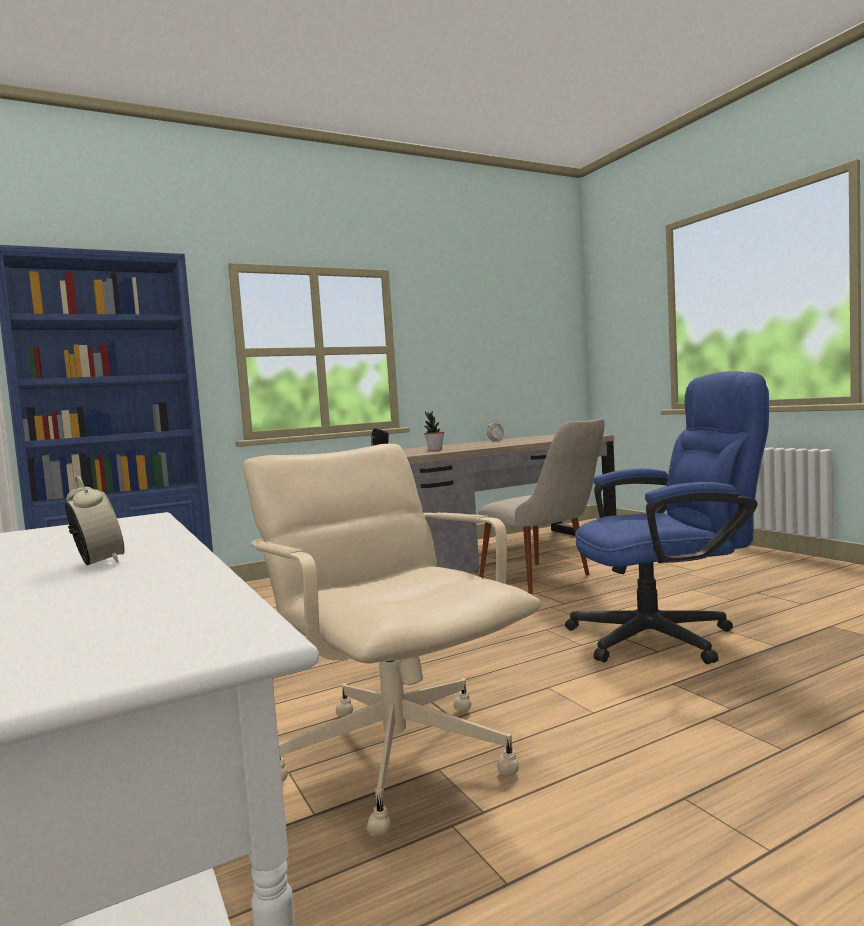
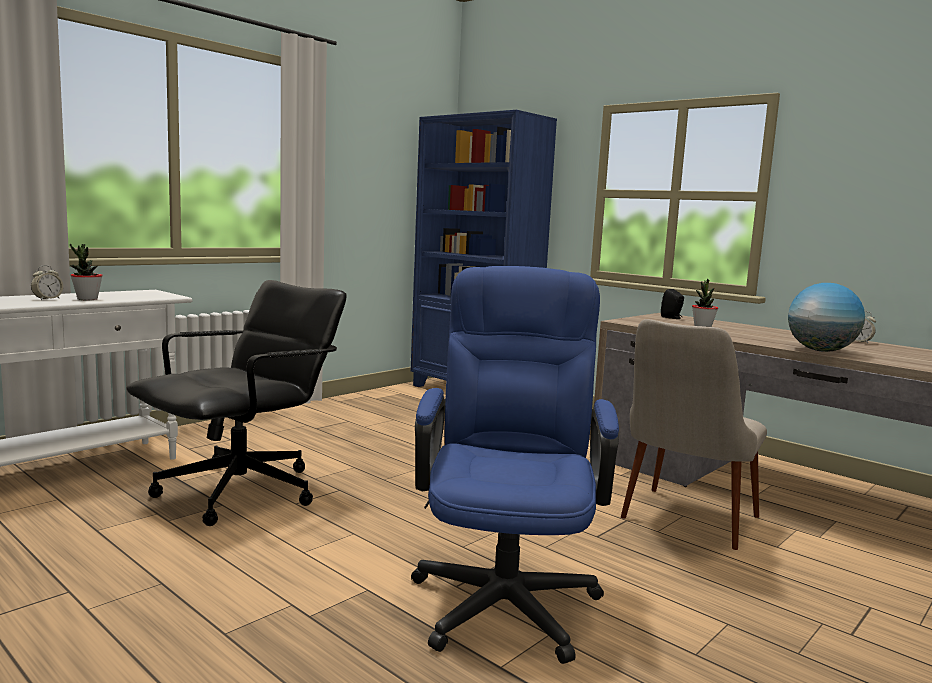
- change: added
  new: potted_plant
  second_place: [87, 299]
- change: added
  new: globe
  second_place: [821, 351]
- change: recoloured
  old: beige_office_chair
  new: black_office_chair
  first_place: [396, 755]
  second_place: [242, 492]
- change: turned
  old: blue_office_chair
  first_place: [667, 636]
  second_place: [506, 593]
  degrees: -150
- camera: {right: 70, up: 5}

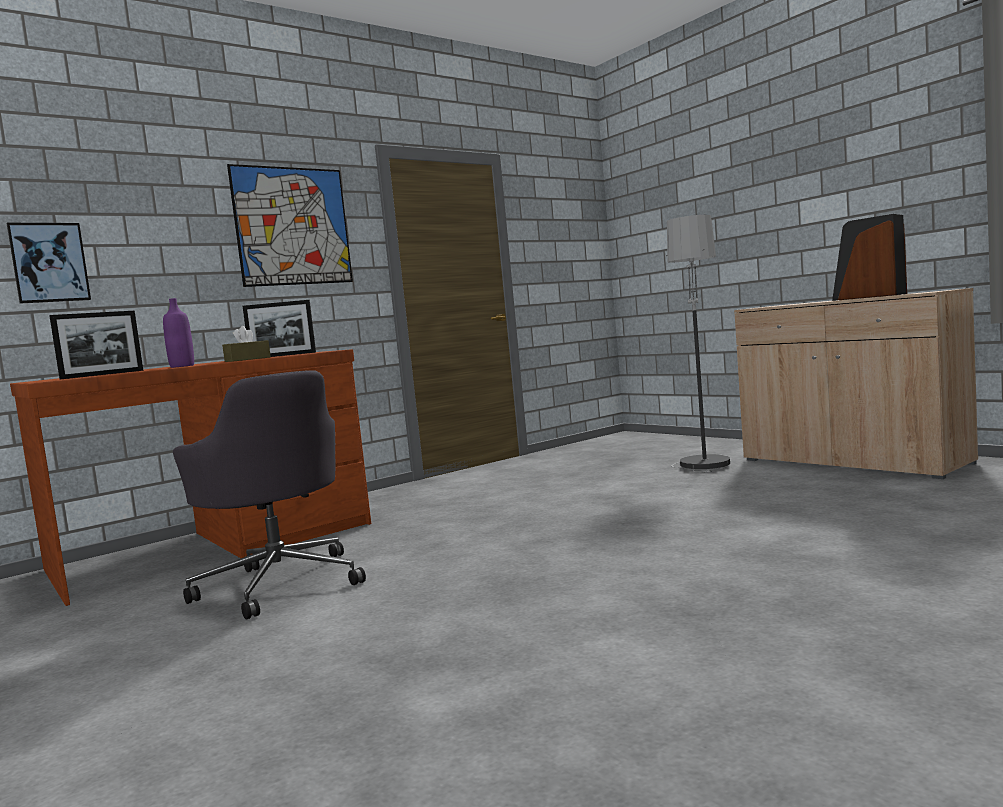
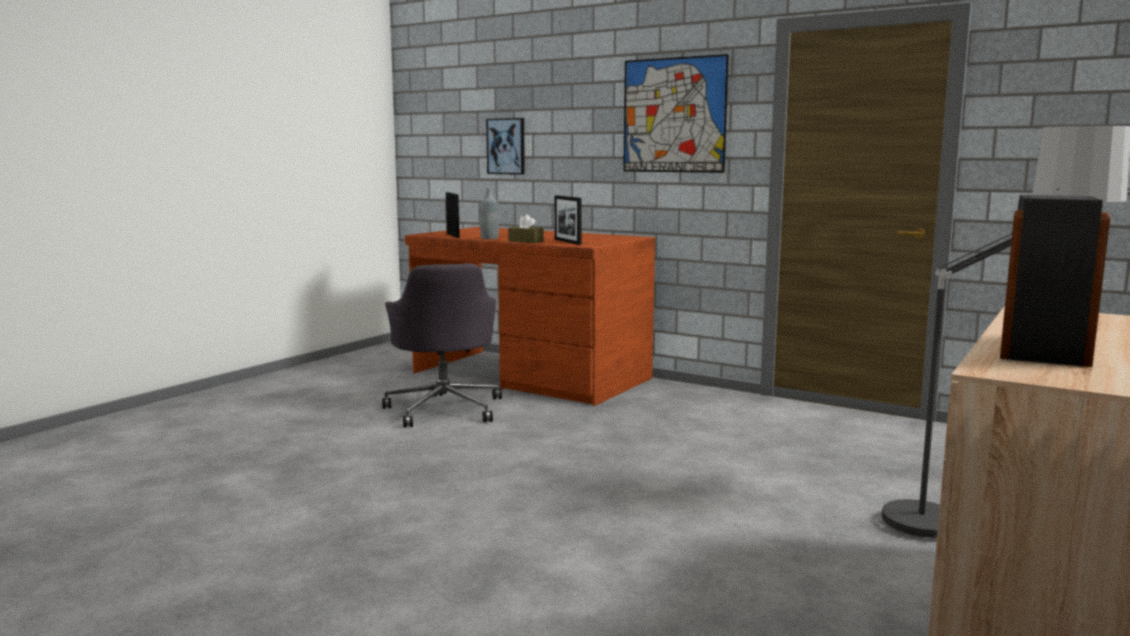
- change: recoloured
  old: purple_bottle
  new: grey_bottle
  first_place: [182, 366]
  second_place: [489, 238]
- change: turned
  old: picture_frame
  first_place: [102, 374]
  second_place: [452, 235]
  degrees: -135
- change: turned
  old: grey_office_chair
  first_place: [280, 583]
  second_place: [445, 409]
  degrees: -45
- camera: {right: 70, up: 5}

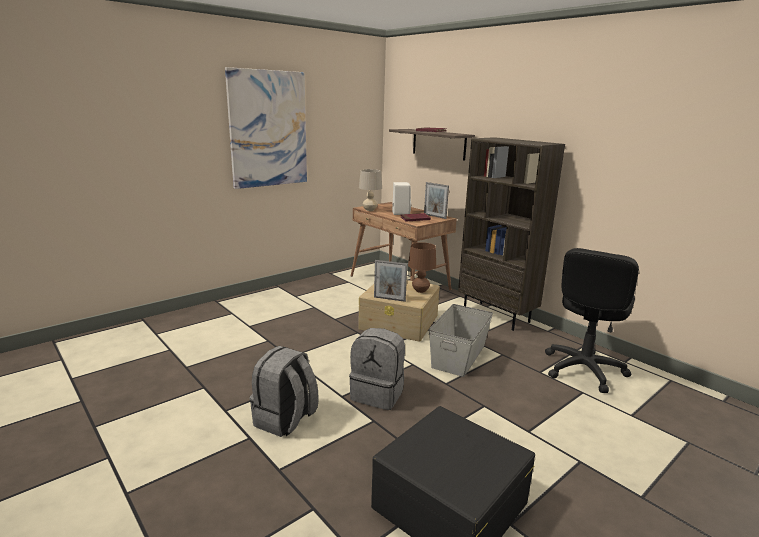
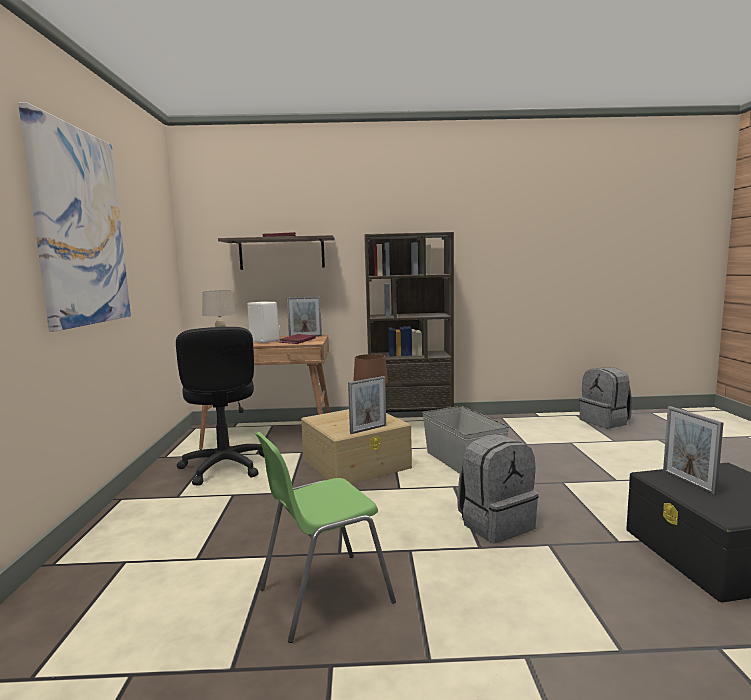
- change: added
  new: green_chair
  second_place: [323, 595]
- change: added
  new: picture_frame
  second_place: [688, 482]
- change: moved
  old: grey_backpack
  first_place: [285, 420]
  second_place: [605, 422]
- change: moved
  old: black_office_chair
  first_place: [583, 369]
  second_place: [224, 467]
- camera: {right: -50, up: -10}

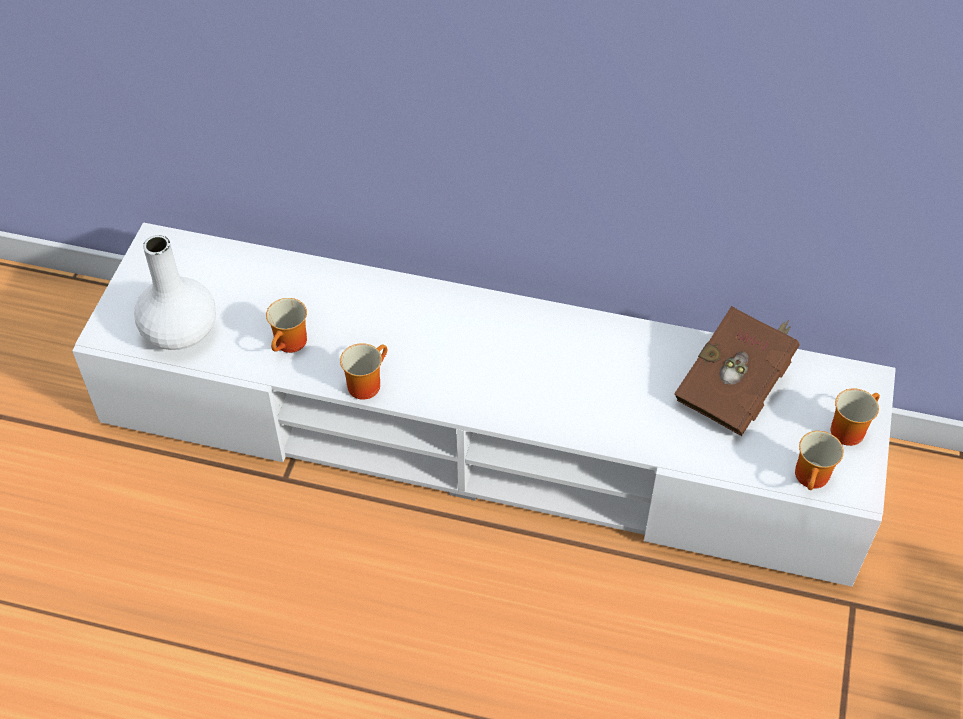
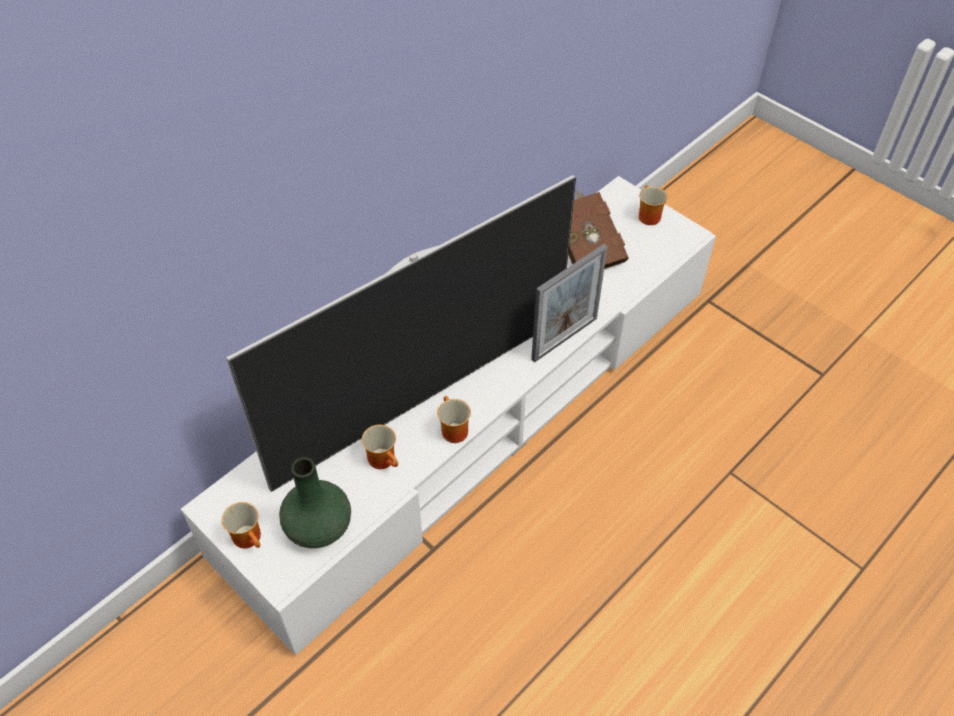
- change: added
  new: television
  second_place: [422, 398]
- change: added
  new: picture_frame
  second_place: [564, 339]
- change: moved
  old: mug
  first_place: [813, 478]
  second_place: [250, 537]
- change: recoloured
  old: white_vase
  new: green_vase
  first_place: [179, 331]
  second_place: [317, 526]
- camera: {right: -60, up: 0}

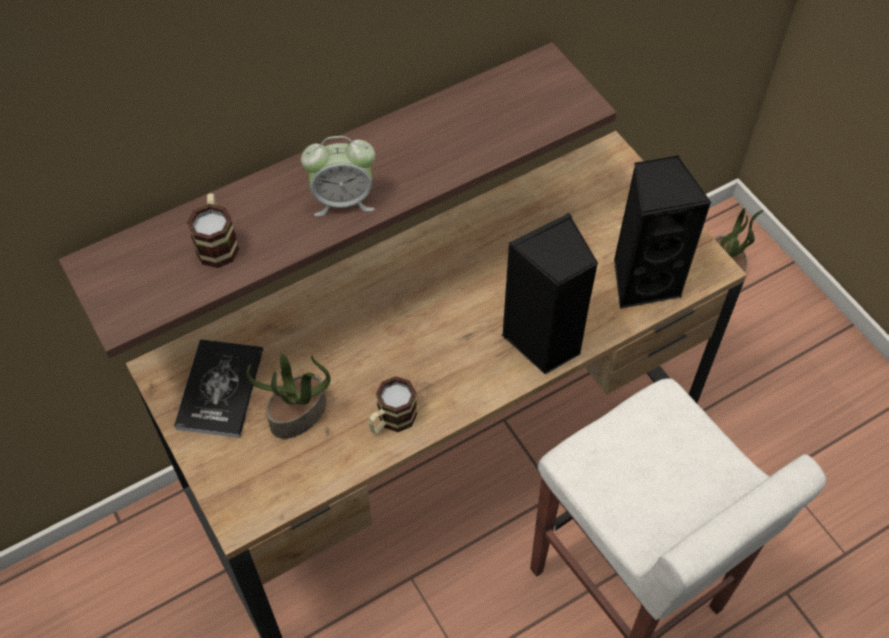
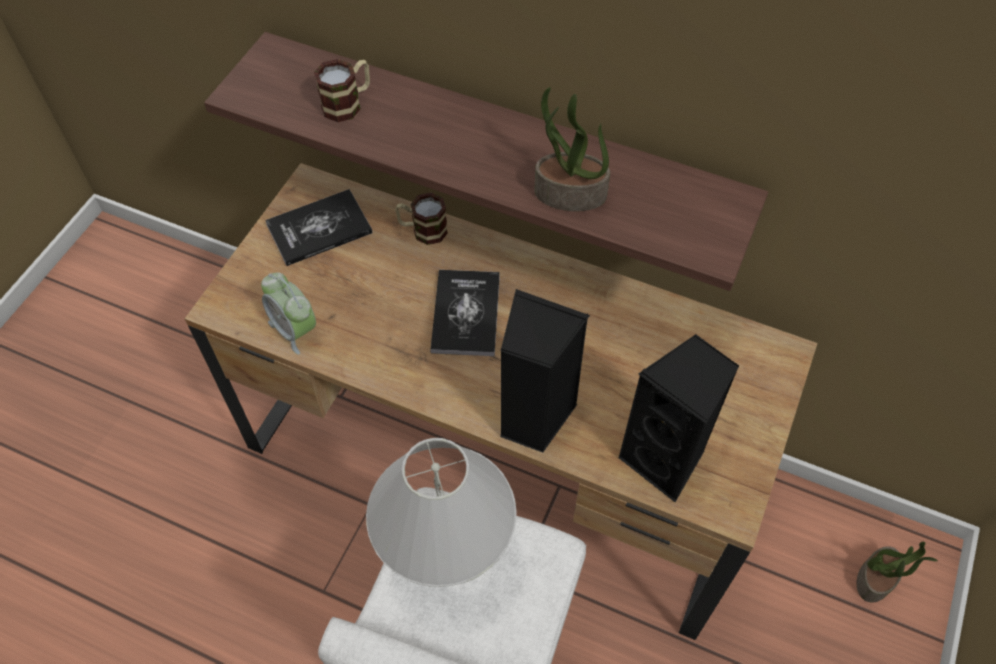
- change: added
  new: white_table_lamp
  second_place: [446, 559]
- change: added
  new: book
  second_place: [466, 313]
- change: moved
  old: potted_plant
  first_place: [298, 415]
  second_place: [569, 194]
- change: moved
  old: alarm_clock
  first_place: [343, 200]
  second_place: [295, 329]
- change: moved
  old: mug
  first_place: [391, 420]
  second_place: [422, 230]
- camera: {right: 55, up: 0}

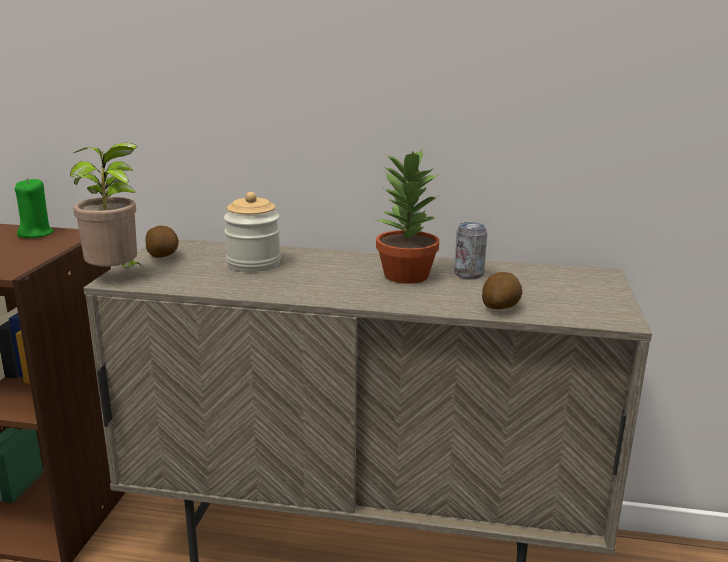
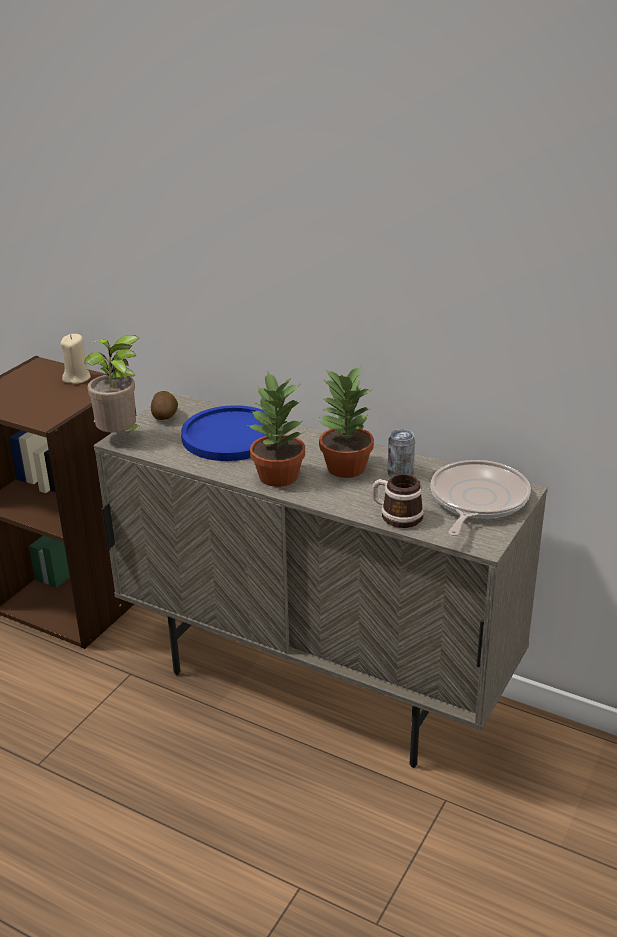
- change: added
  new: potted_plant
  second_place: [278, 477]
- change: added
  new: frying_pan
  second_place: [476, 501]
- change: replaced
  old: jar
  new: blue_plate
  first_place: [253, 263]
  second_place: [231, 436]
- change: replaced
  old: potato
  new: mug
  first_place: [501, 307]
  second_place: [396, 515]
- change: recoloured
  old: green_candle
  new: beige_candle
  first_place: [35, 234]
  second_place: [77, 378]
- camera: {right: 20, up: 10}

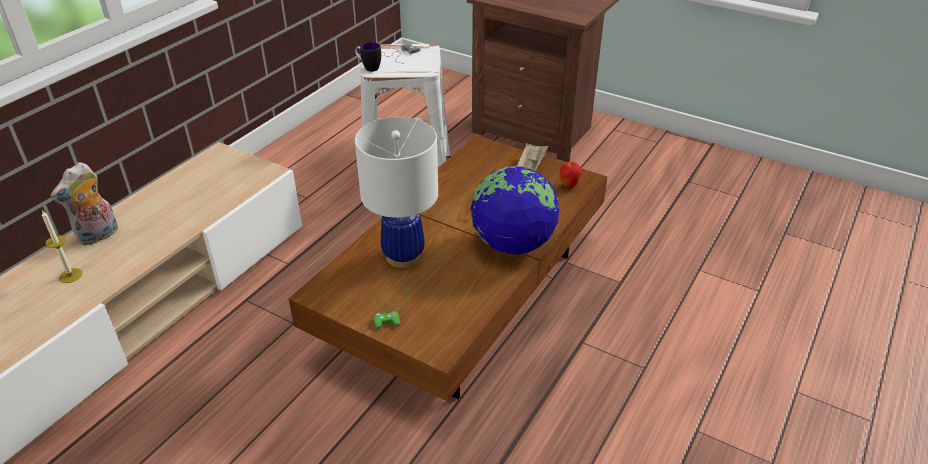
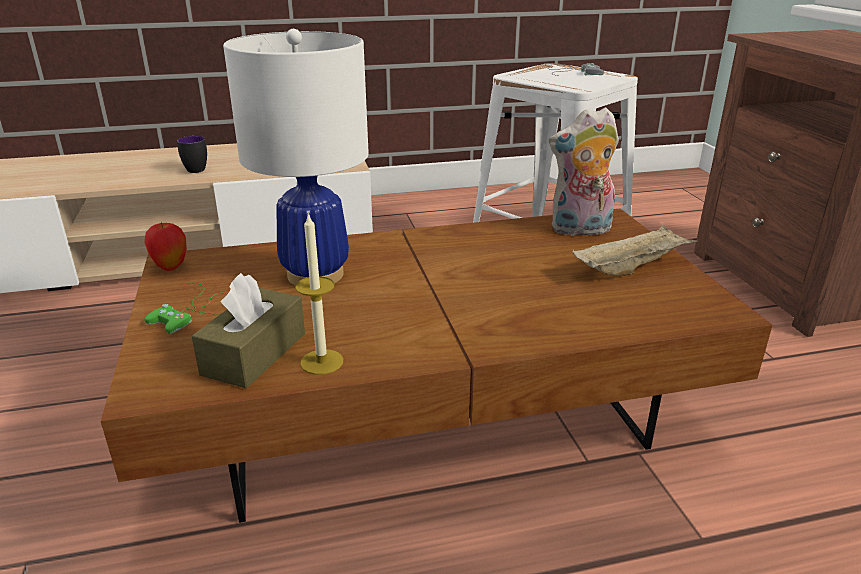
- change: removed
  old: globe
  first_place: [512, 244]
- change: added
  new: brown_tissue_box
  second_place: [254, 354]
- change: moved
  old: candle
  first_place: [70, 275]
  second_place: [322, 362]
- change: moved
  old: plush_toy
  first_place: [98, 236]
  second_place: [580, 230]
- change: moved
  old: mug
  first_place: [368, 68]
  second_place: [196, 168]
- change: moved
  old: apple
  first_place: [569, 185]
  second_place: [170, 267]
- camera: {right: 45, up: -10}

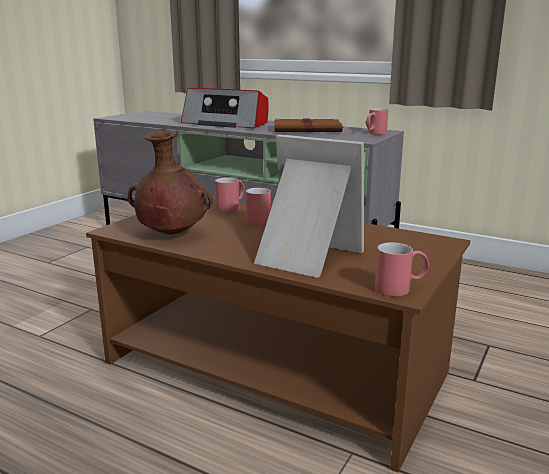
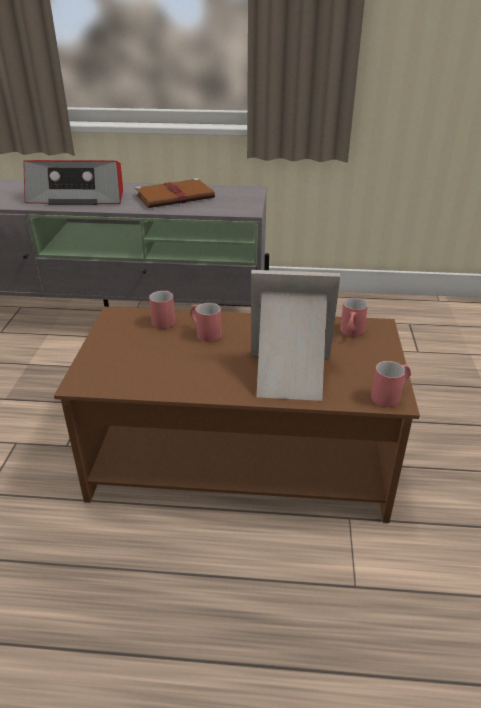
- change: removed
  old: brown_vase
  first_place: [171, 235]
- change: moved
  old: red_mug
  first_place: [374, 133]
  second_place: [351, 333]
- camera: {right: -25, up: 15}

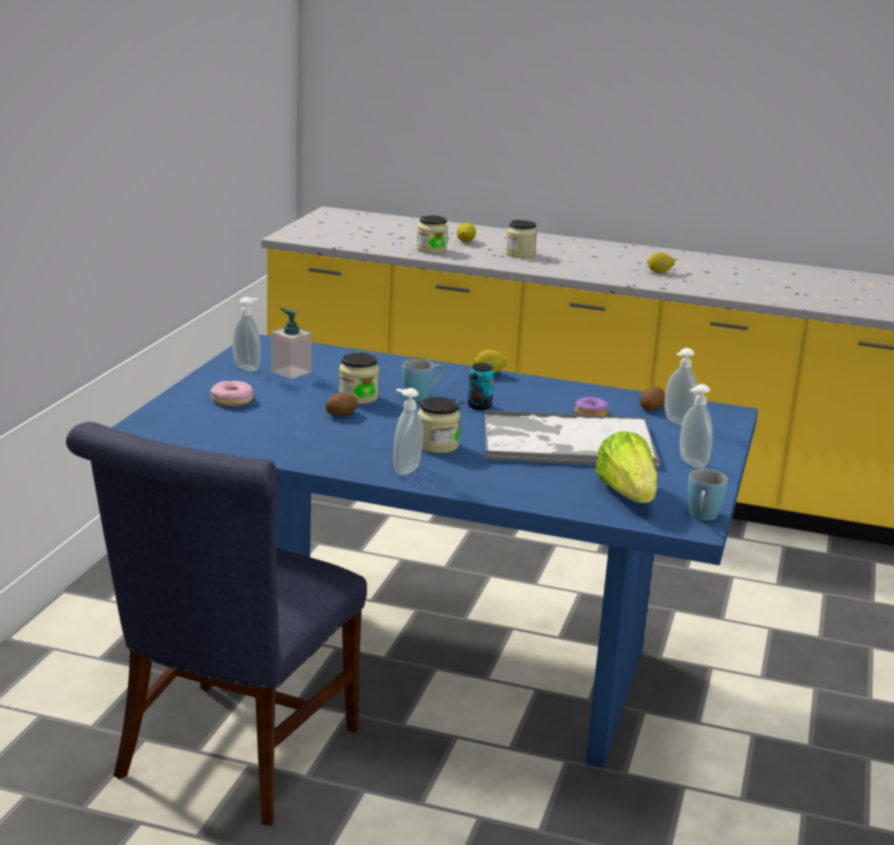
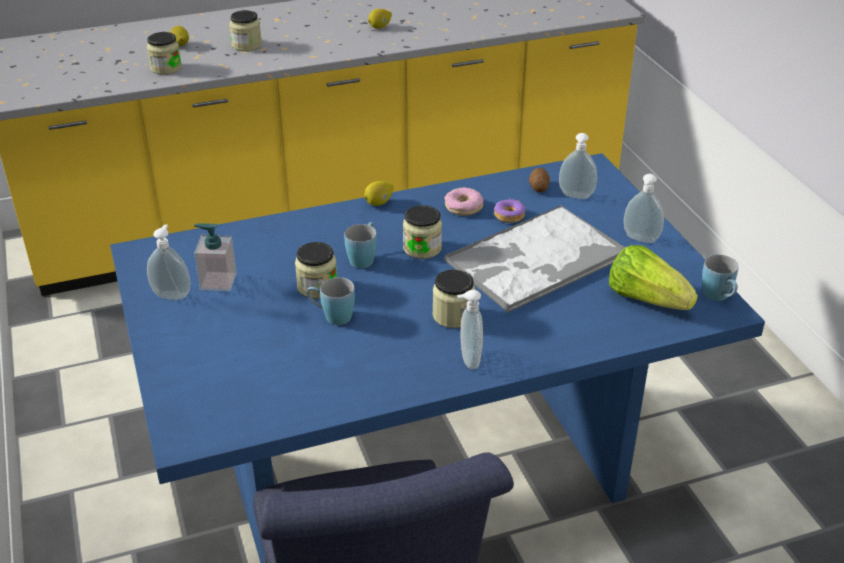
- change: moved
  old: donut
  first_place: [232, 400]
  second_place: [463, 207]
- change: replaced
  old: potato
  new: blue_mug
  first_place: [341, 414]
  second_place: [332, 316]
- change: replaced
  old: can
  new: jar
  first_place: [479, 406]
  second_place: [422, 248]
- camera: {right: -35, up: 15}

